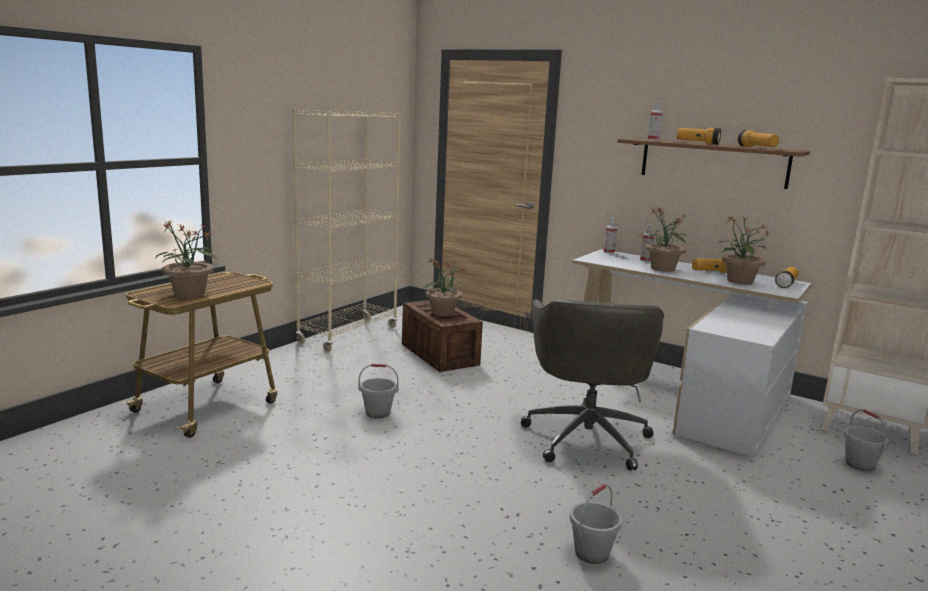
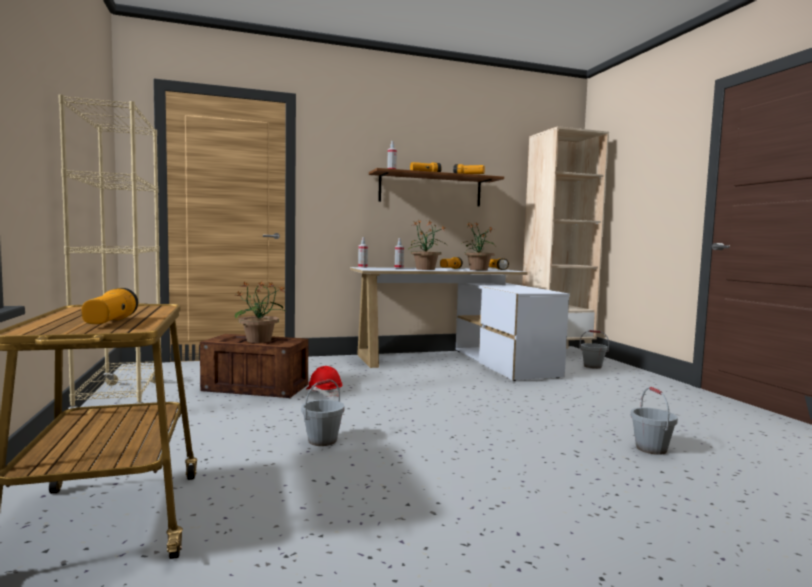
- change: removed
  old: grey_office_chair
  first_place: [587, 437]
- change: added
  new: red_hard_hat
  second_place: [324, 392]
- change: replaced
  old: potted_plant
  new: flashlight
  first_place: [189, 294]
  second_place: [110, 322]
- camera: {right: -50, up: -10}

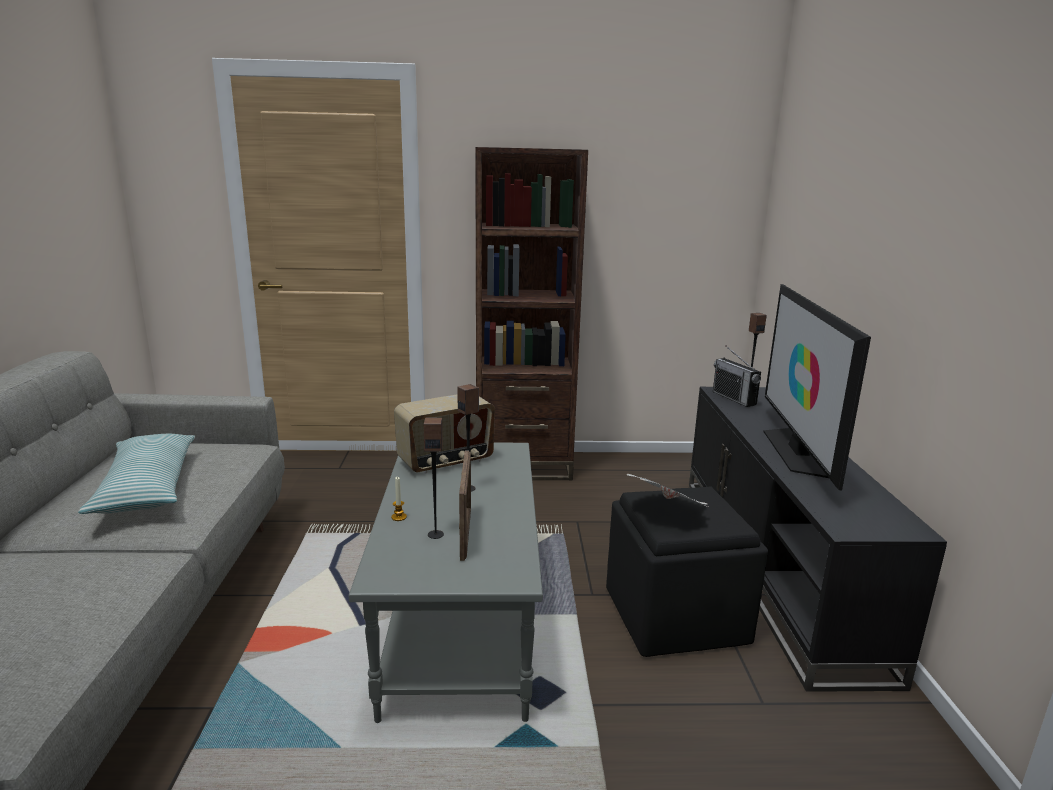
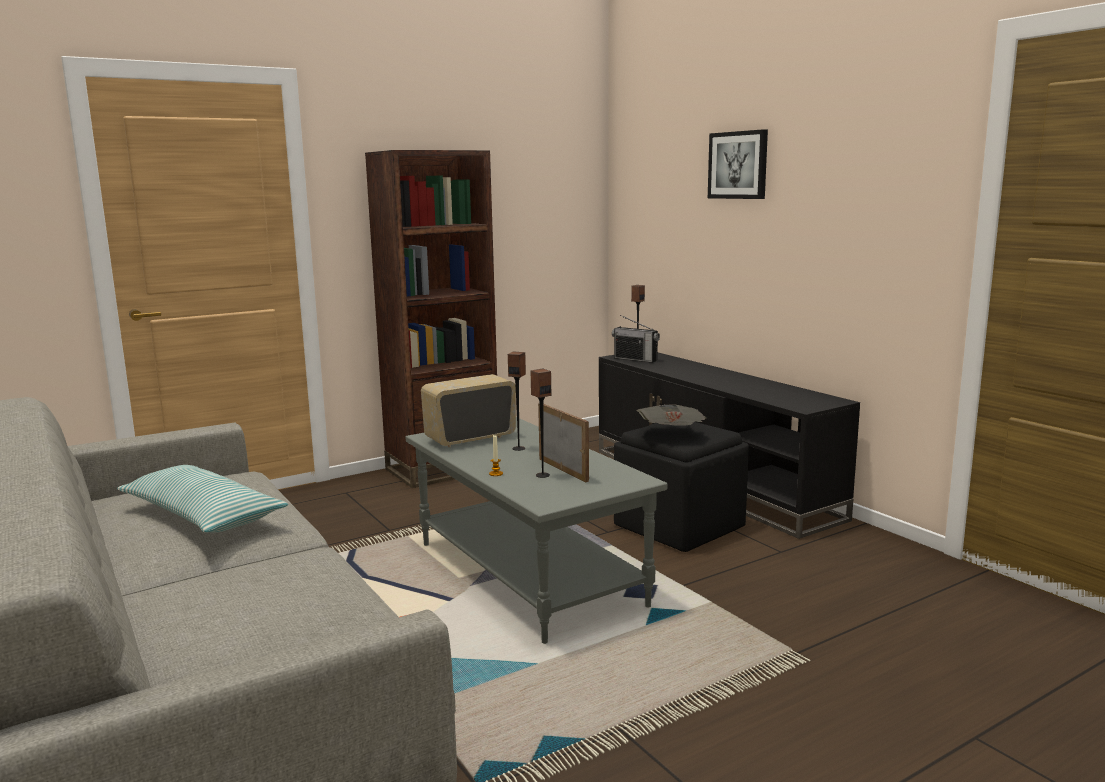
- change: removed
  old: television
  first_place: [798, 451]
- change: added
  new: picture
  second_place: [738, 165]
- change: turned
  old: radio
  first_place: [446, 461]
  second_place: [470, 438]
  degrees: -150
- camera: {right: -30, up: -5}

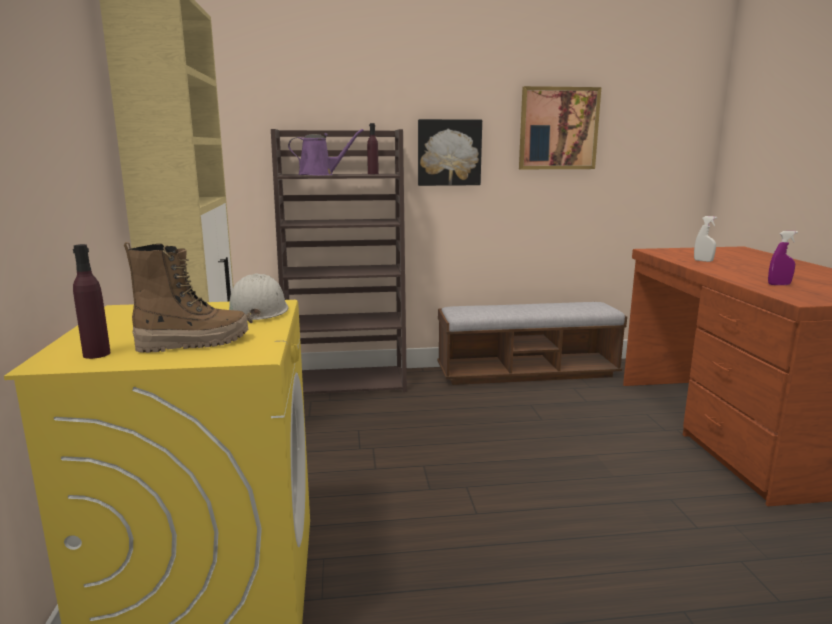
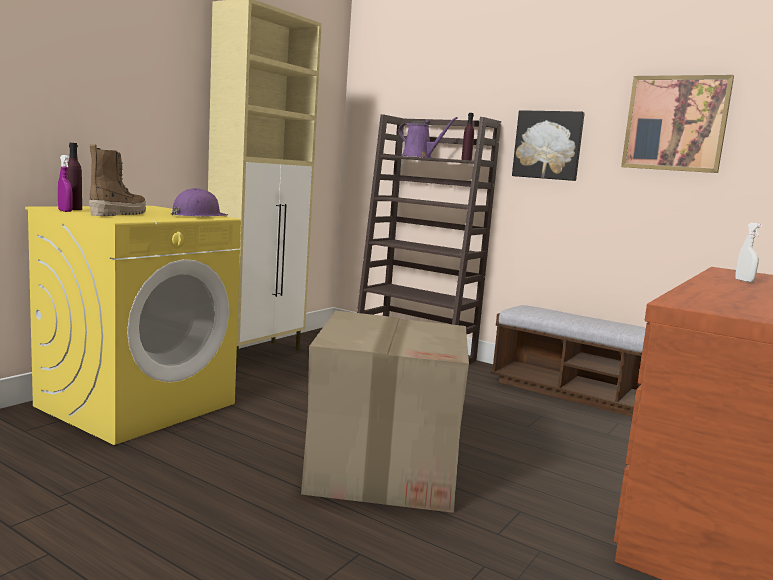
- change: added
  new: cardboard_box
  second_place: [384, 468]
- change: moved
  old: purple_spray_bottle
  first_place: [779, 284]
  second_place: [65, 211]
- change: recoloured
  old: white_hard_hat
  new: purple_hard_hat
  first_place: [258, 311]
  second_place: [198, 216]
- change: turned
  old: boot
  first_place: [193, 343]
  second_place: [118, 214]
  degrees: -90
- camera: {right: 40, up: -5}

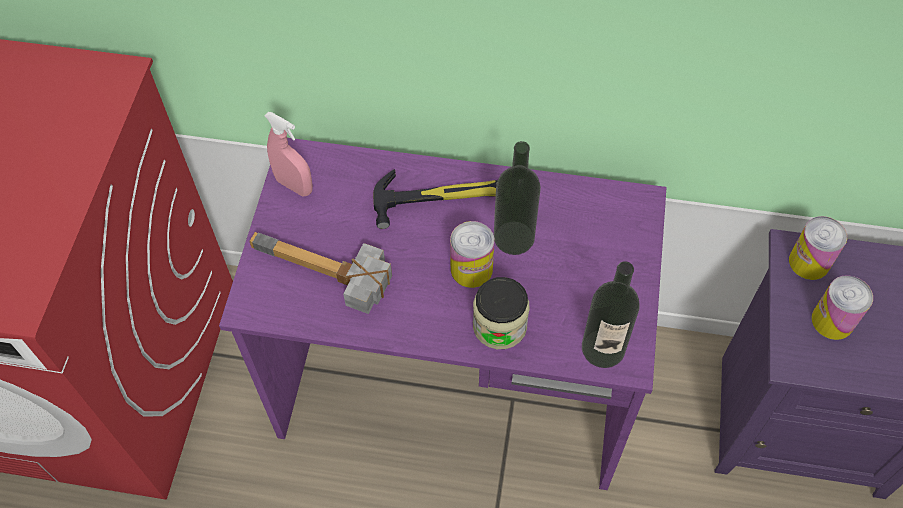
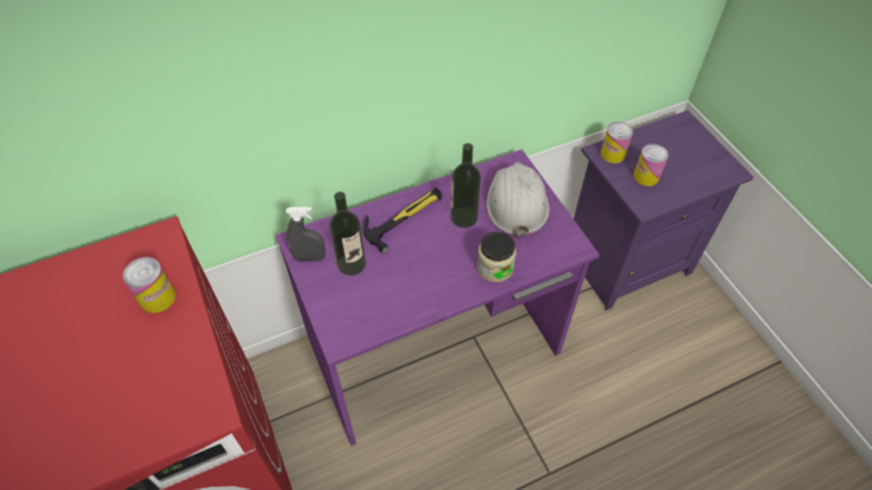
- change: removed
  old: hammer
  first_place: [321, 276]
- change: added
  new: white_hard_hat
  second_place: [516, 203]
- change: moved
  old: can
  first_place: [471, 269]
  second_place: [157, 298]
- change: moved
  old: bottle
  first_place: [603, 348]
  second_place: [351, 263]
- change: recoloured
  old: pink_spray_bottle
  new: grey_spray_bottle
  first_place: [294, 186]
  second_place: [309, 257]
- camera: {right: -35, up: -5}

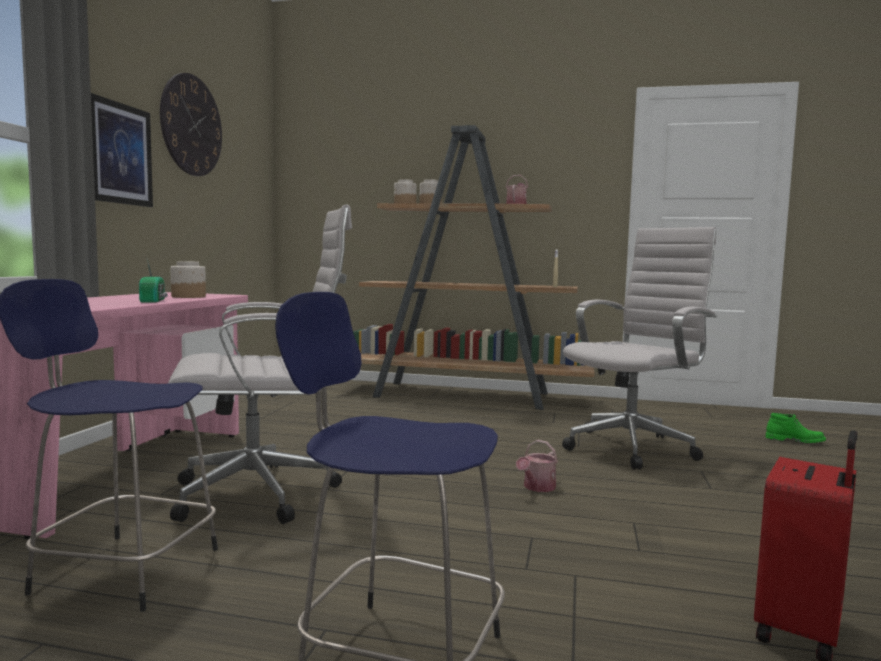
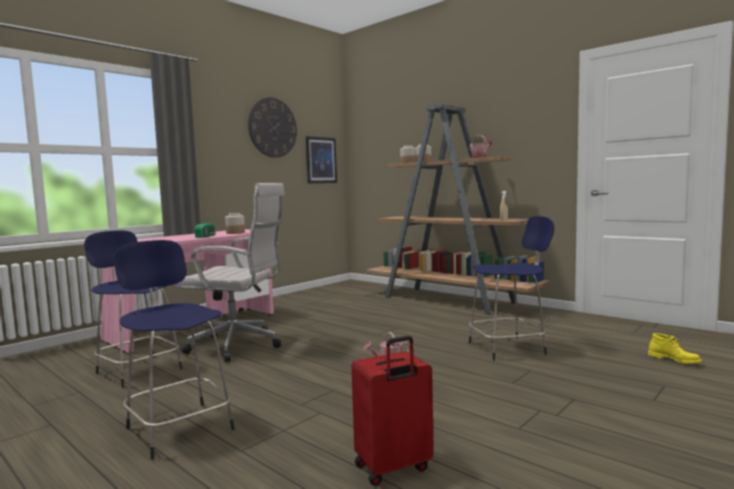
- change: moved
  old: picture
  first_place: [119, 154]
  second_place: [321, 160]
- change: replaced
  old: white_office_chair
  new: blue_stool
  first_place: [633, 447]
  second_place: [509, 348]
- change: recoloured
  old: green_boot
  new: yellow_boot
  first_place: [794, 441]
  second_place: [674, 360]
- camera: {right: 30, up: 0}

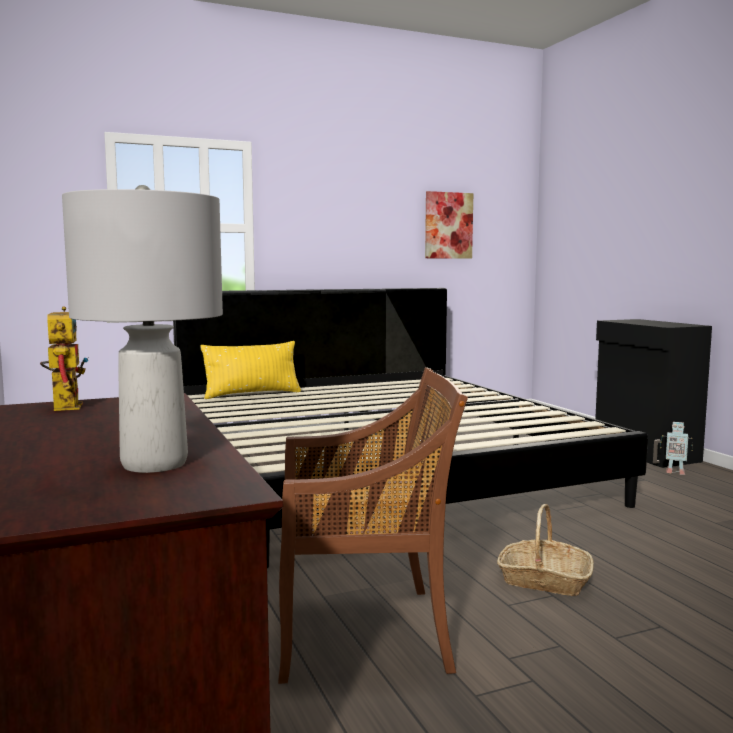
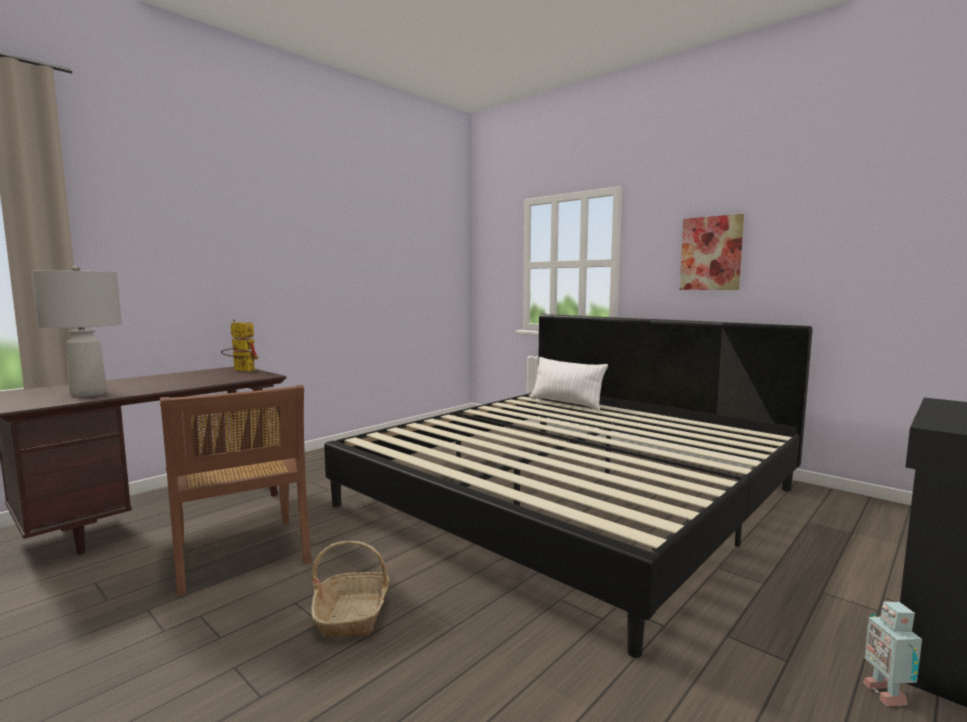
- change: moved
  old: picture
  first_place: [448, 225]
  second_place: [711, 253]
- change: recoloured
  old: yellow_pillow
  new: white_pillow
  first_place: [252, 394]
  second_place: [566, 403]
- change: turned
  old: toy_robot
  first_place: [65, 405]
  second_place: [240, 370]
  degrees: -120
- camera: {right: 65, up: 0}

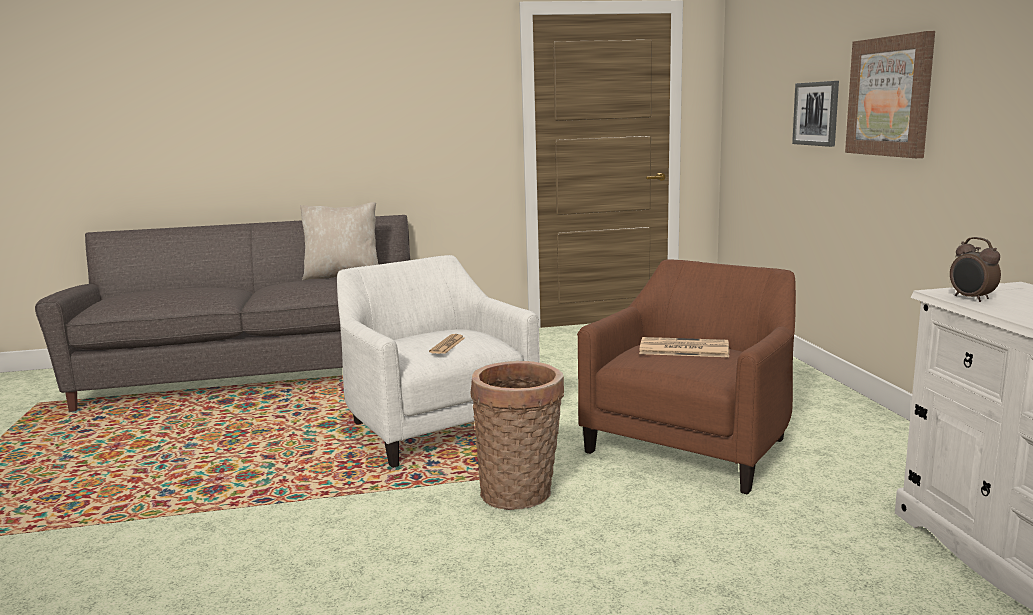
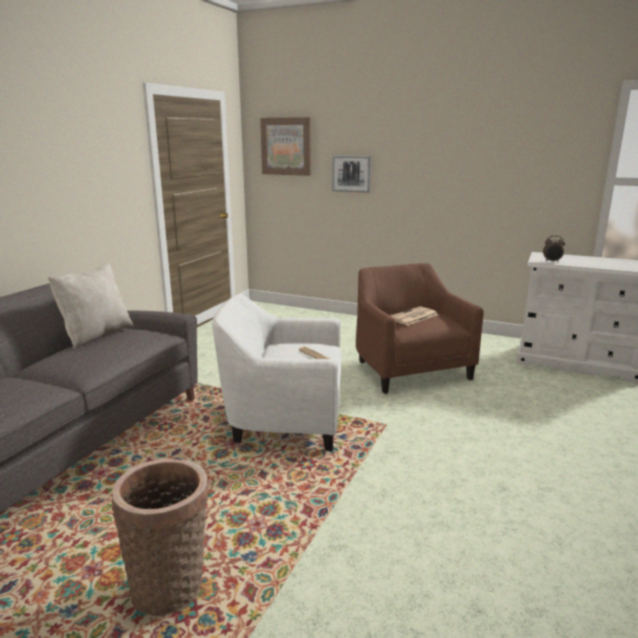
- change: moved
  old: basket
  first_place: [521, 493]
  second_place: [171, 585]
- change: moved
  old: picture
  first_place: [890, 96]
  second_place: [286, 146]
- camera: {right: -55, up: 5}

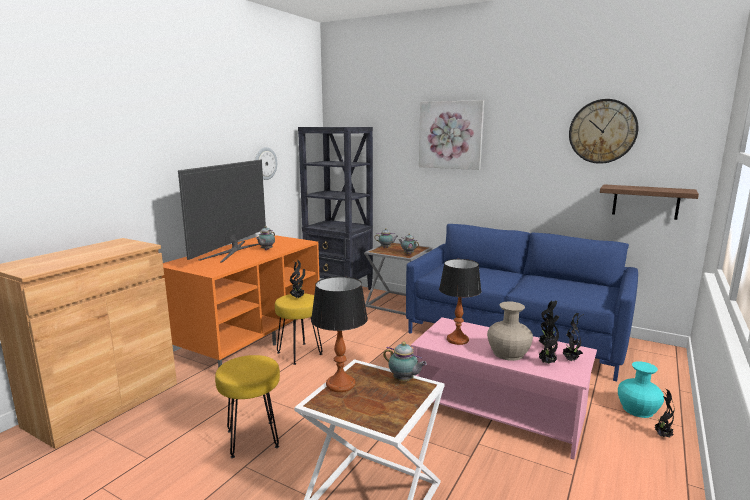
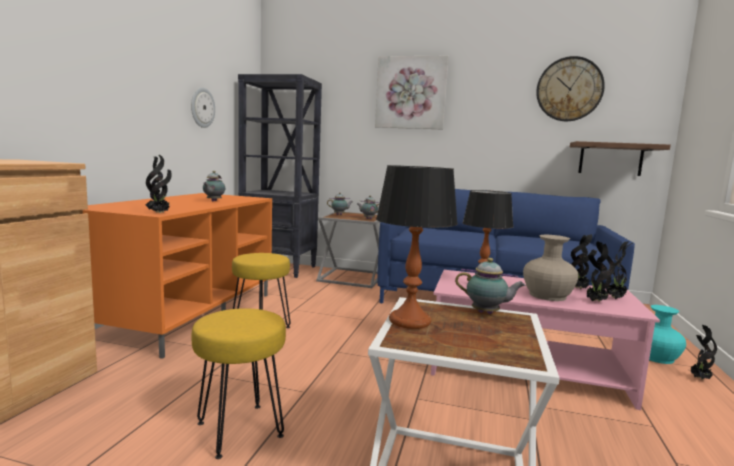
- change: removed
  old: television
  first_place: [233, 251]
- change: moved
  old: potted_plant
  first_place: [298, 298]
  second_place: [159, 213]
- camera: {right: -15, up: -5}

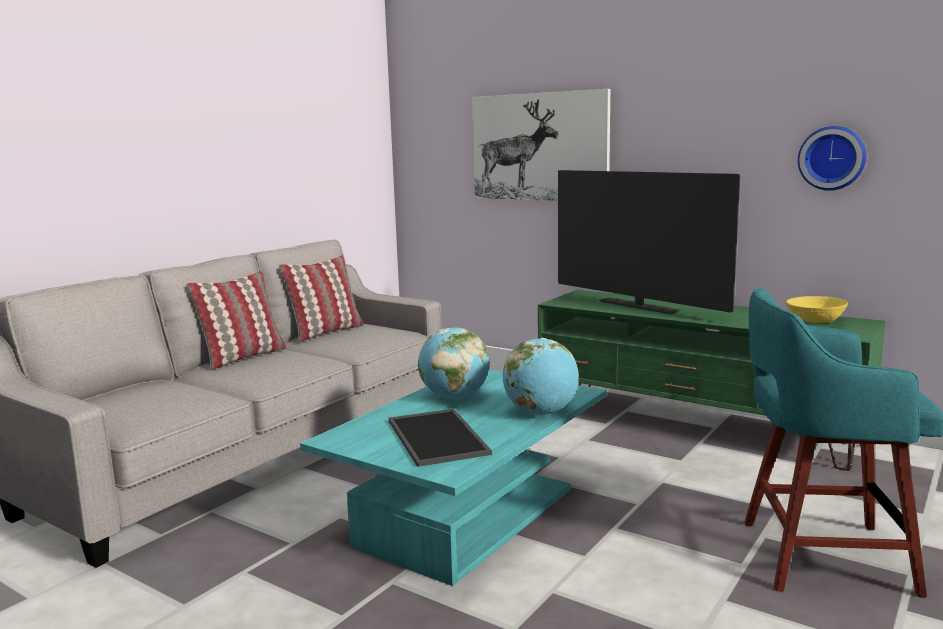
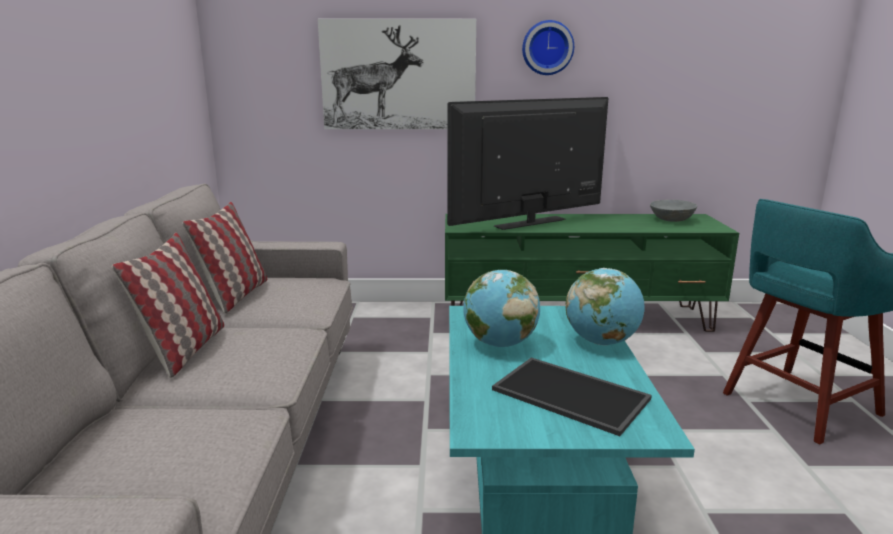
- change: moved
  old: wall_clock
  first_place: [832, 158]
  second_place: [547, 48]
- change: recoloured
  old: yellow_bowl
  new: grey_bowl
  first_place: [815, 321]
  second_place: [671, 220]
- change: turned
  old: television
  first_place: [638, 306]
  second_place: [530, 223]
  degrees: 135
- camera: {right: -35, up: 5}

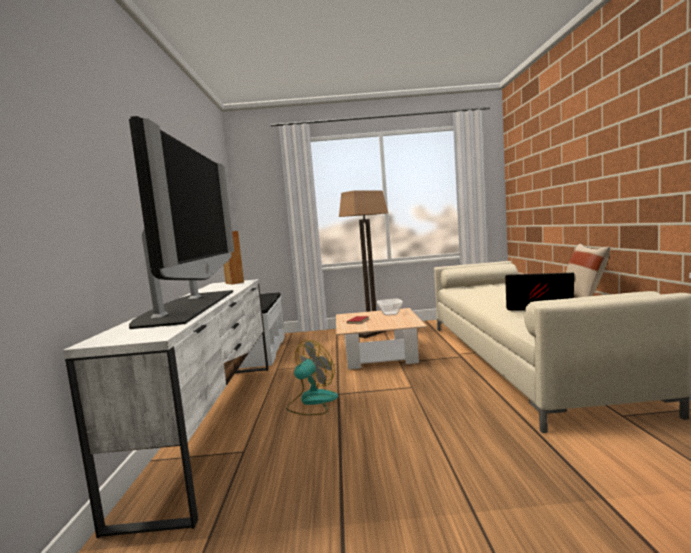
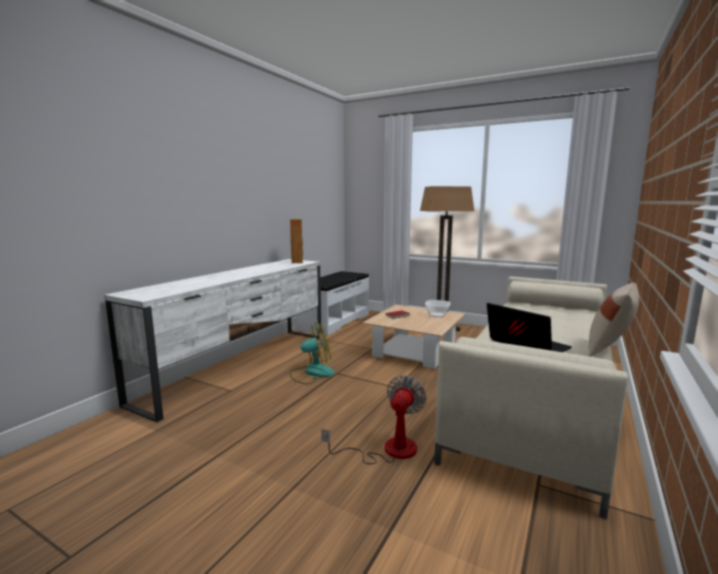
- change: removed
  old: television
  first_place: [188, 307]
- change: added
  new: fan
  second_place: [388, 450]
- camera: {right: 30, up: 5}

